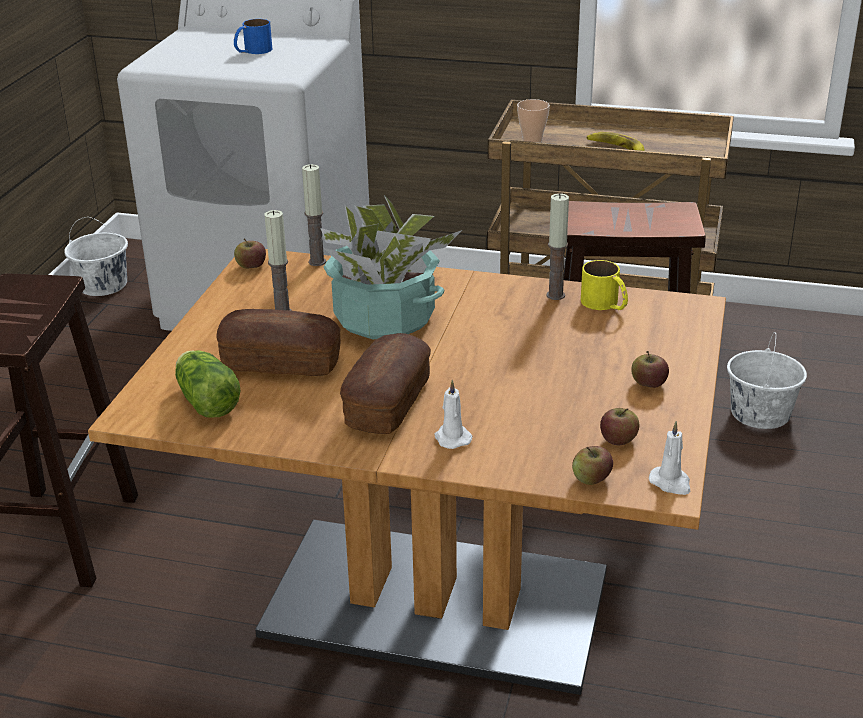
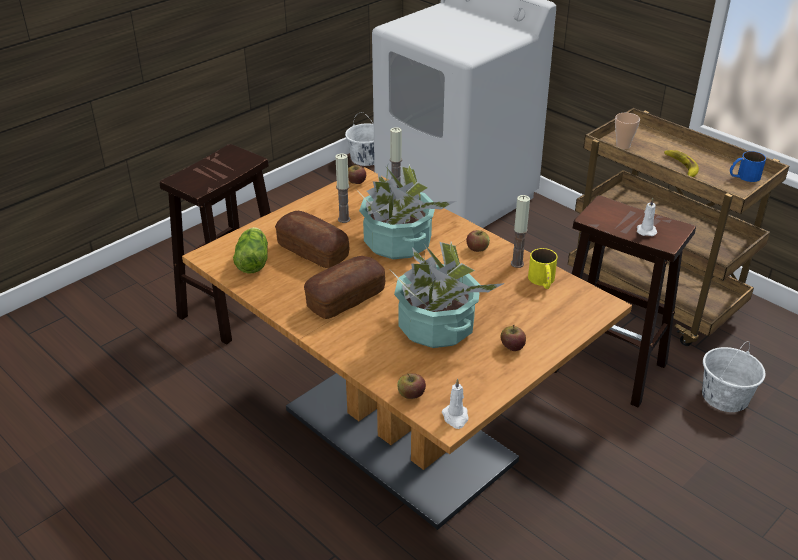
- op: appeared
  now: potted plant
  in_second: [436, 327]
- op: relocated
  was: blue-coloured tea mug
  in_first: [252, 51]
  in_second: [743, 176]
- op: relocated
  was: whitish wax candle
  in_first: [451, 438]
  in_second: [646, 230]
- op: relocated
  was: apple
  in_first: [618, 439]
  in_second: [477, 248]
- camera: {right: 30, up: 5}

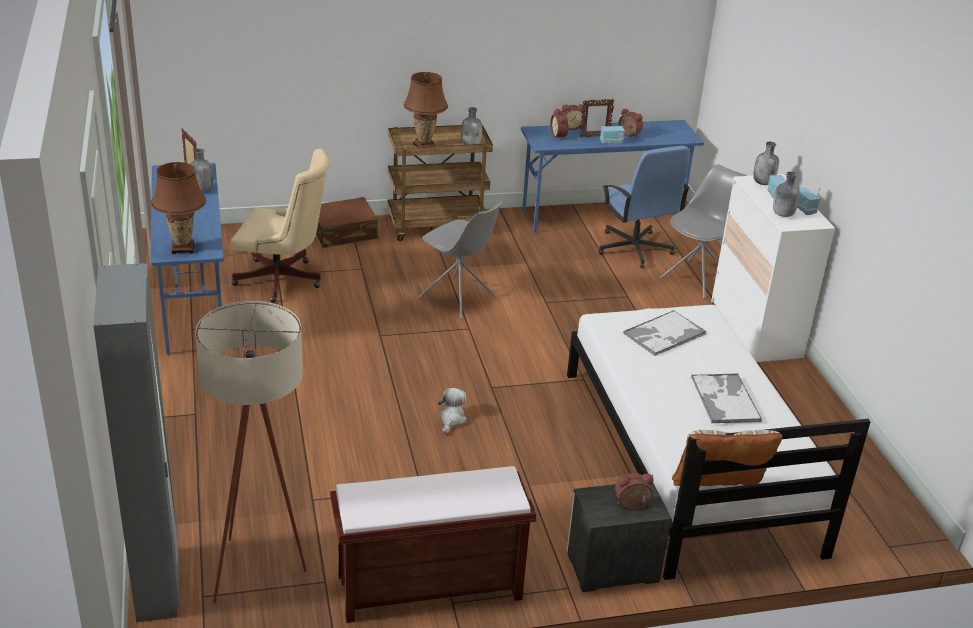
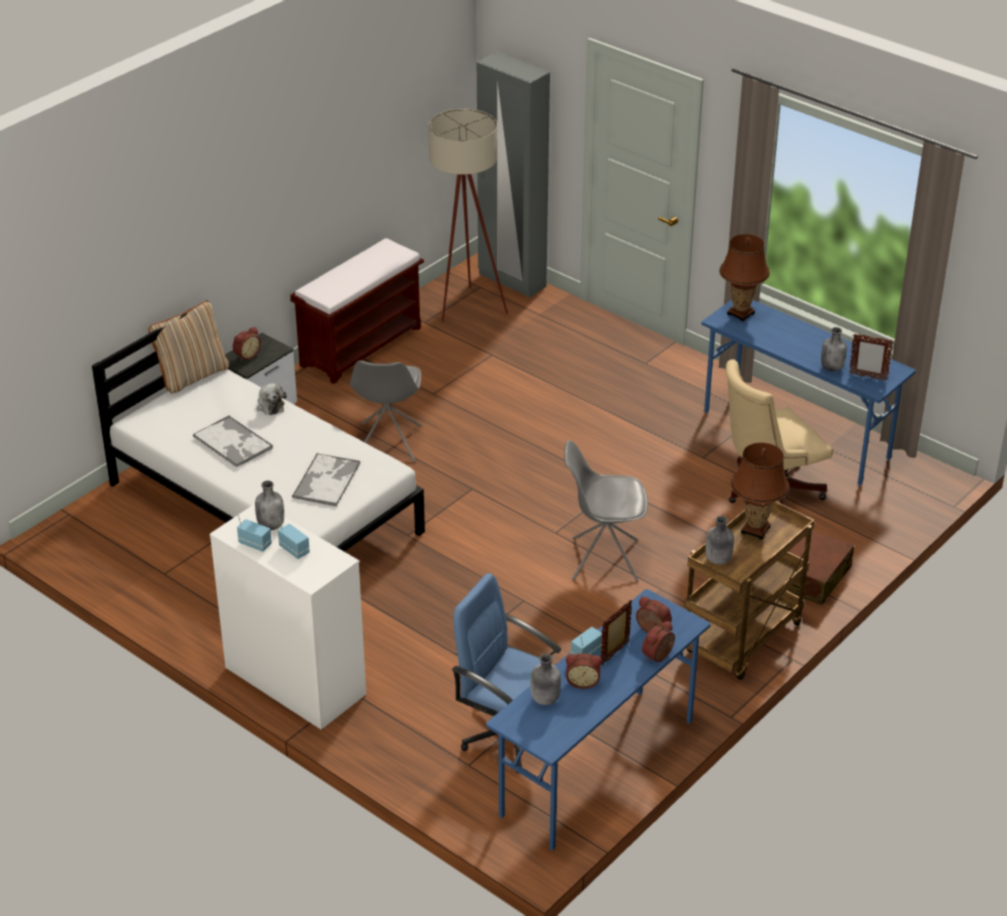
- op: relocated
  was: soft toy
  in_first: [451, 420]
  in_second: [270, 405]
- op: relocated
  was: gray upright chair
  in_first: [697, 279]
  in_second: [388, 443]
- op: relocated
  was: gray beverage bottle
  in_first: [763, 183]
  in_second: [545, 699]
- camera: {right: 145, up: 5}

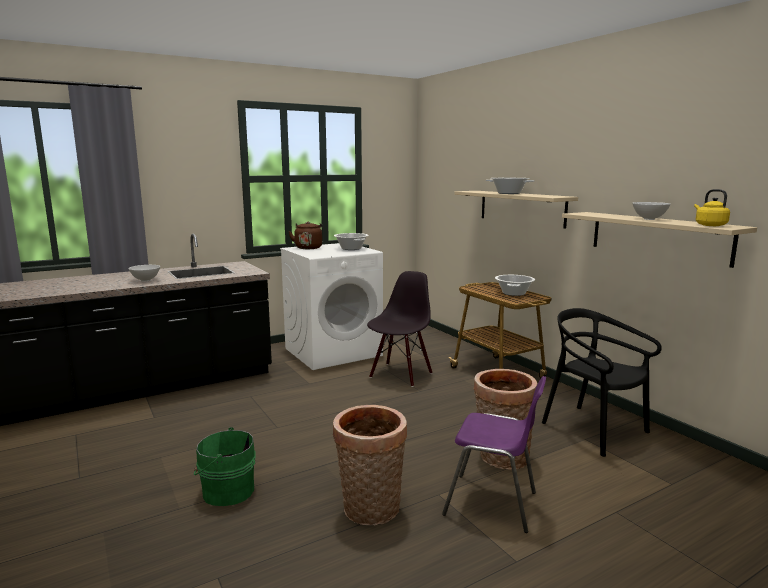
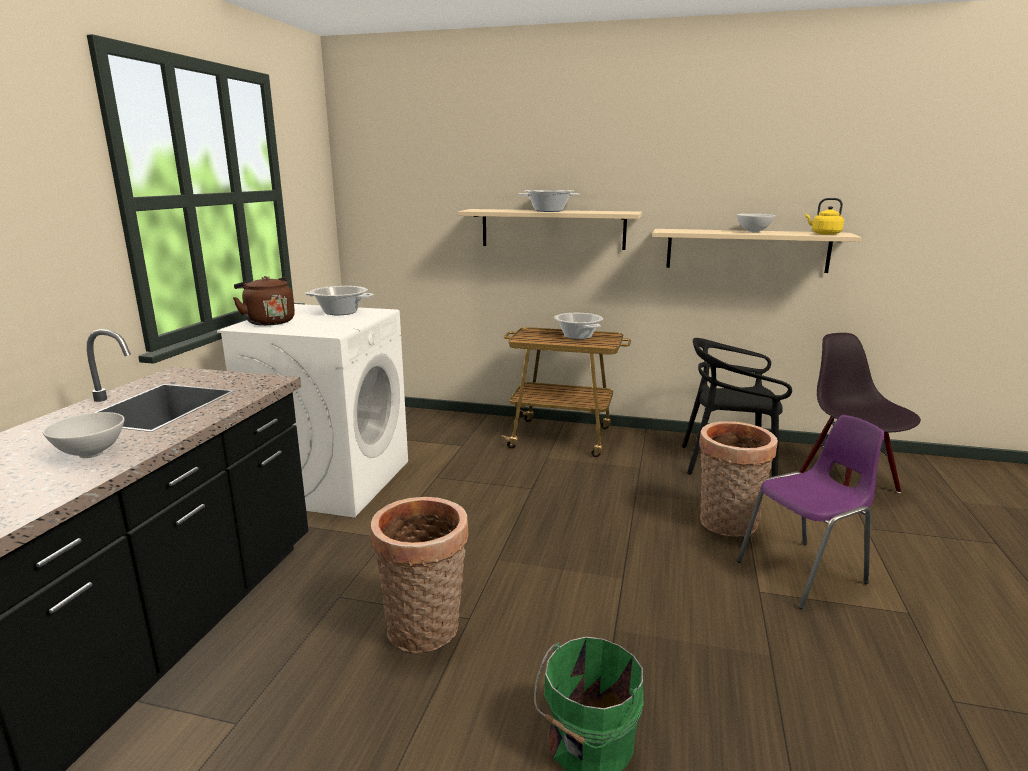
- op: relocated
  was: basket
  in_first: [370, 511]
  in_second: [425, 631]
- op: relocated
  was: black upright chair
  in_first: [400, 375]
  in_second: [848, 483]
- camera: {right: -45, up: 5}

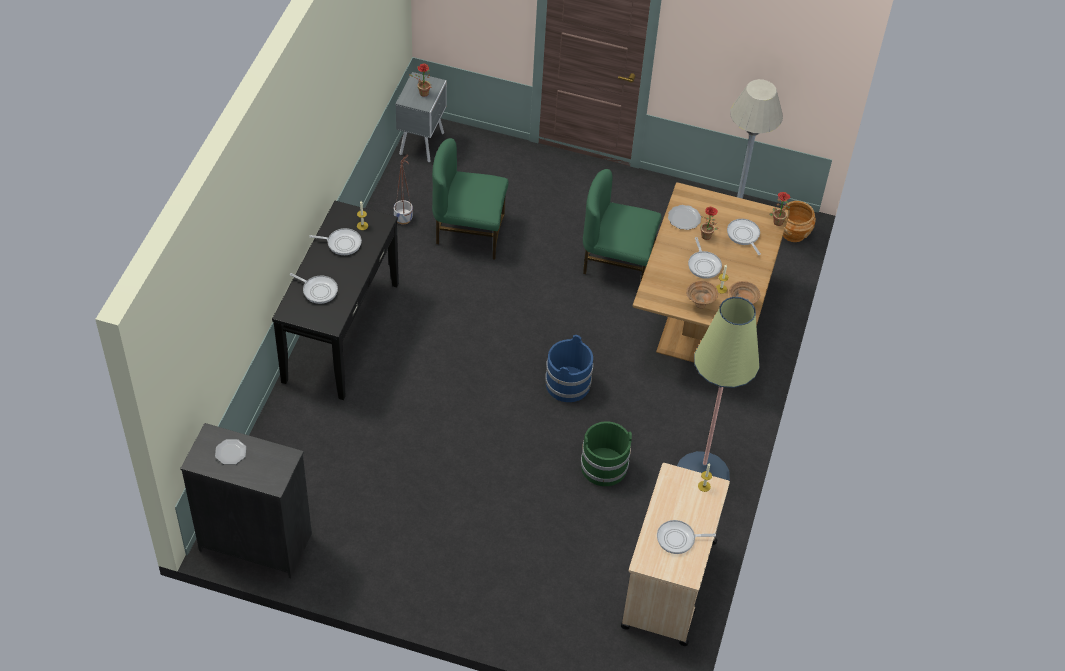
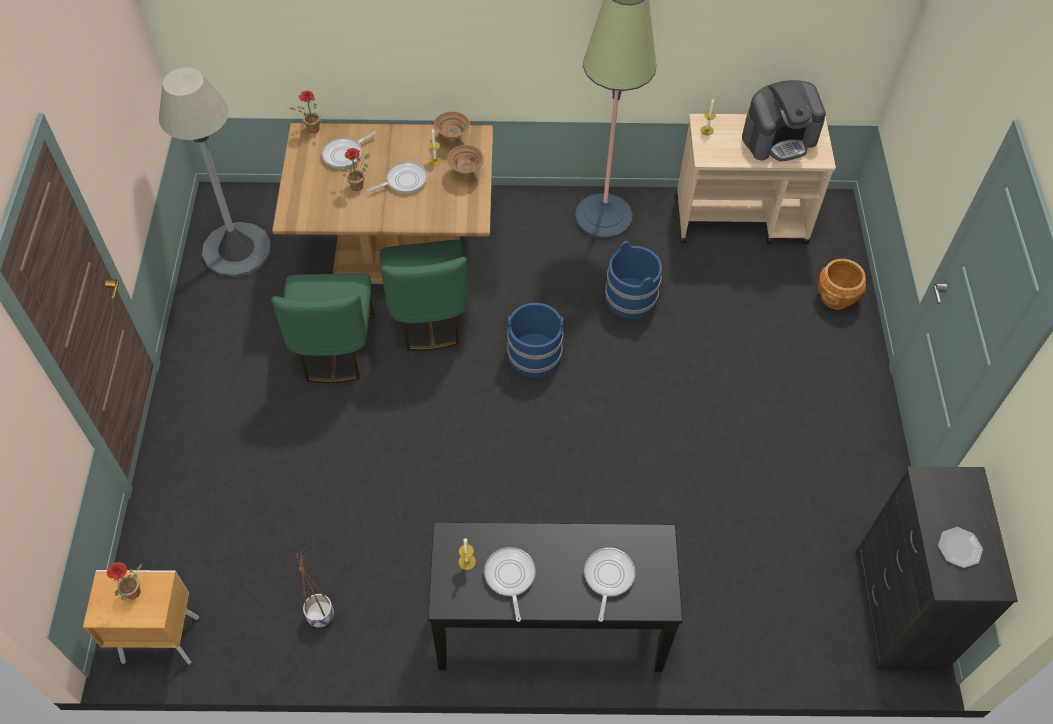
- op: missing
  was: flat dish
  in_first: [683, 218]
- op: relocated
  was: greenish upright chair
  in_first: [469, 232]
  in_second: [428, 317]
- op: relocated
  was: brown planter
  in_first: [793, 233]
  in_second: [835, 297]
- op: exchanged
  was: skillet
  now: coffee brewer
  in_first: [678, 539]
  in_second: [779, 138]
- op: colour
  was: gray bedside table
  now: brown bedside table
  in_first: [423, 143]
  in_second: [159, 638]
- op: colour
  was: greenish water bucket
  now: blue-coloured water bucket
  in_first: [603, 467]
  in_second: [631, 298]
- camera: {right: -105, up: 5}

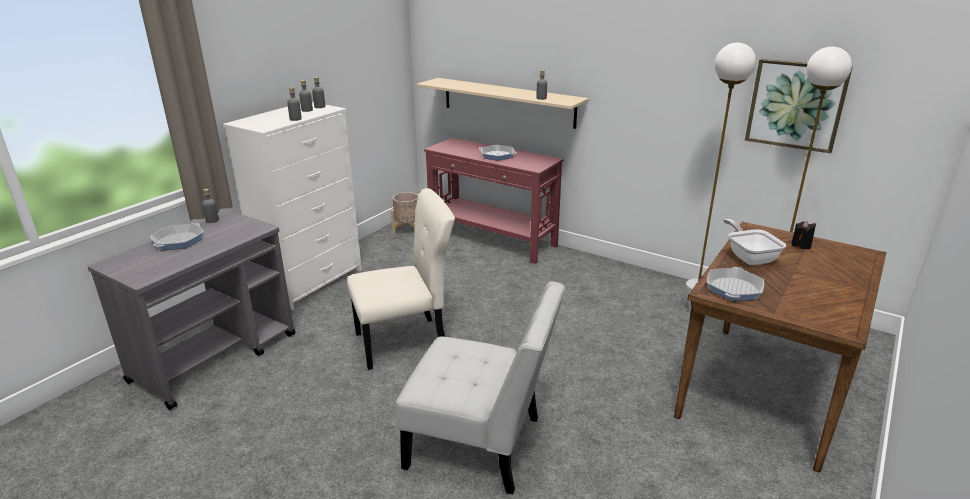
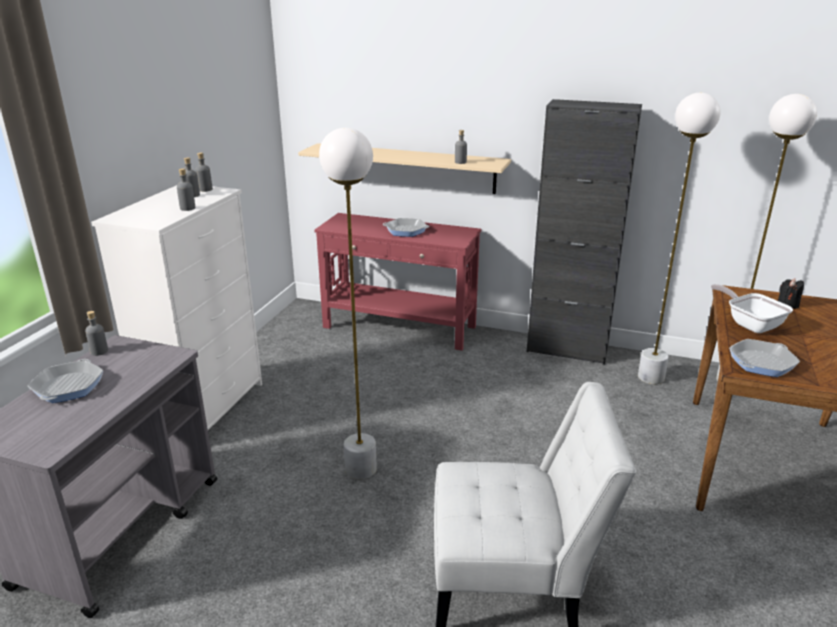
- op: missing
  was: beige-coloured planter
  in_first: [407, 231]
- op: missing
  was: wall picture
  in_first: [796, 105]
- op: appeared
  now: black storage cabinet
  in_second: [567, 350]
- op: exchanged
  was: beige-coloured upright chair
  now: whitish floor lamp
  in_first: [406, 342]
  in_second: [361, 469]
- op: spun
  was: skillet
  in_first: [733, 289]
  in_second: [761, 363]
  clockwise: -135
- camera: {right: -15, up: 0}

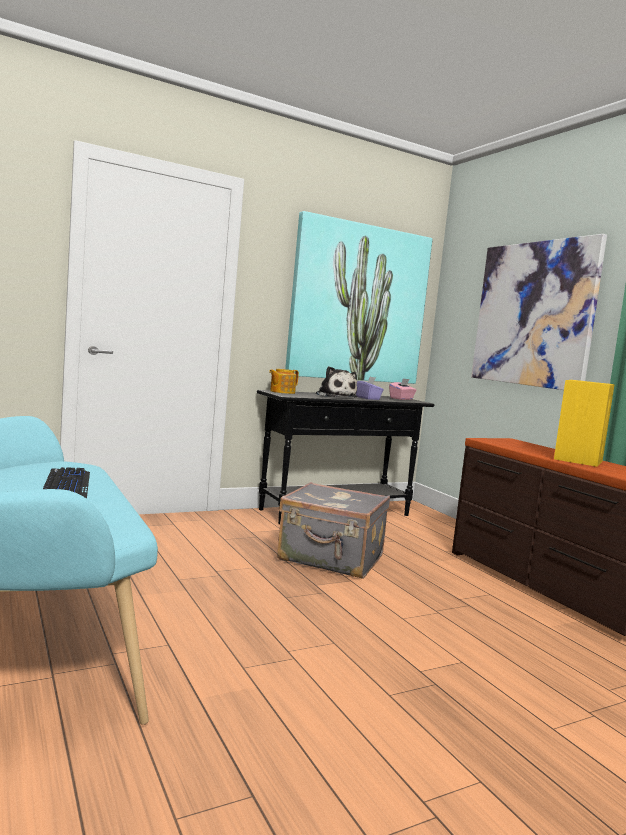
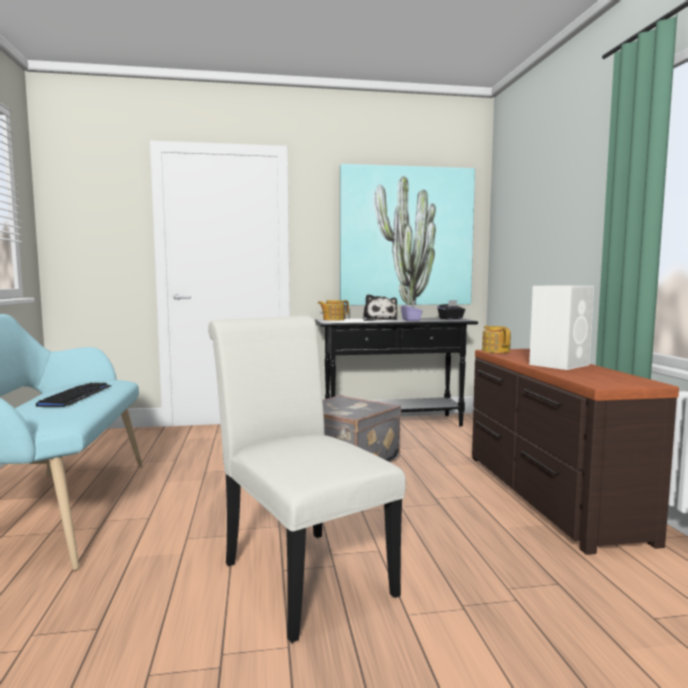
- op: missing
  was: wall picture
  in_first: [533, 314]
- op: appeared
  now: whitish upright chair
  in_second: [301, 573]
- op: appeared
  now: tea pot
  in_second: [495, 351]
- op: colour
  was: pink box of tissues
  now: black box of tissues
  in_first: [401, 399]
  in_second: [451, 319]
- op: colour
  was: yellow loudspeaker
  now: whitish loudspeaker
  in_first: [578, 460]
  in_second: [560, 364]
- camera: {right: 20, up: 0}

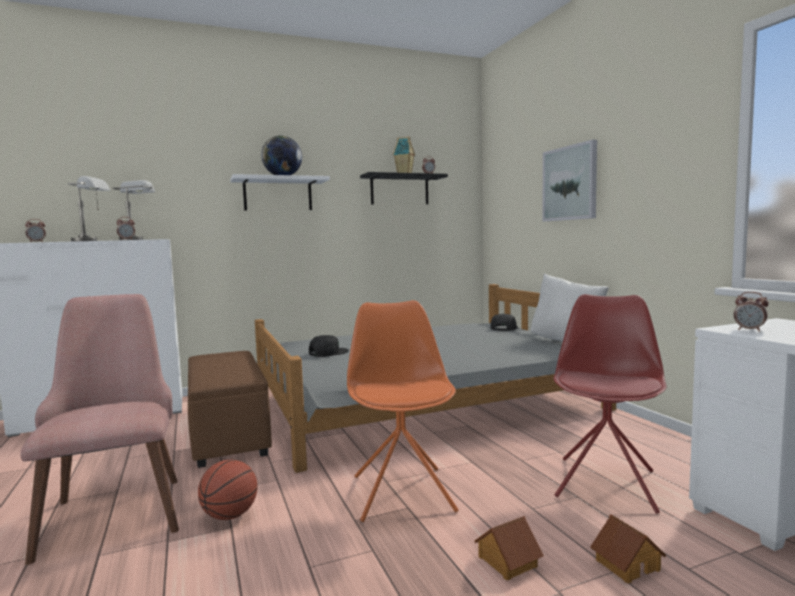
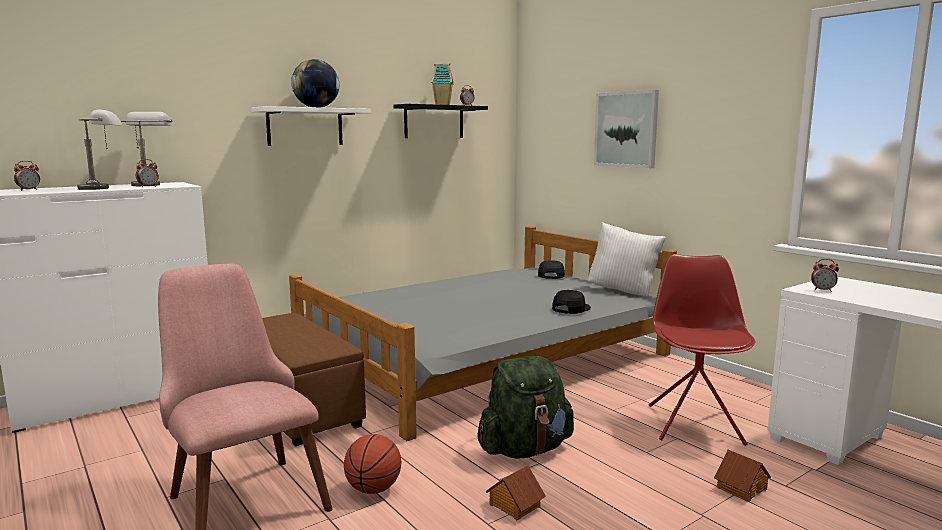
- op: relocated
  was: black baseball cap
  in_first: [328, 352]
  in_second: [571, 308]
- op: relocated
  was: toy house
  in_first: [507, 561]
  in_second: [514, 505]
- op: exchanged
  was: orange-coloured upright chair
  now: greenish rucksack
  in_first: [402, 492]
  in_second: [525, 449]
- camera: {right: -15, up: 5}

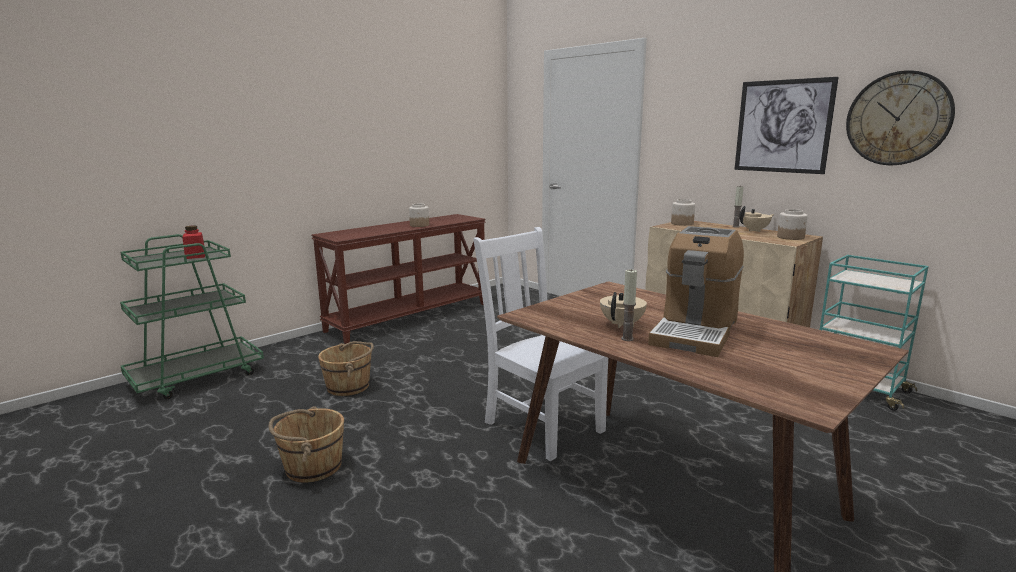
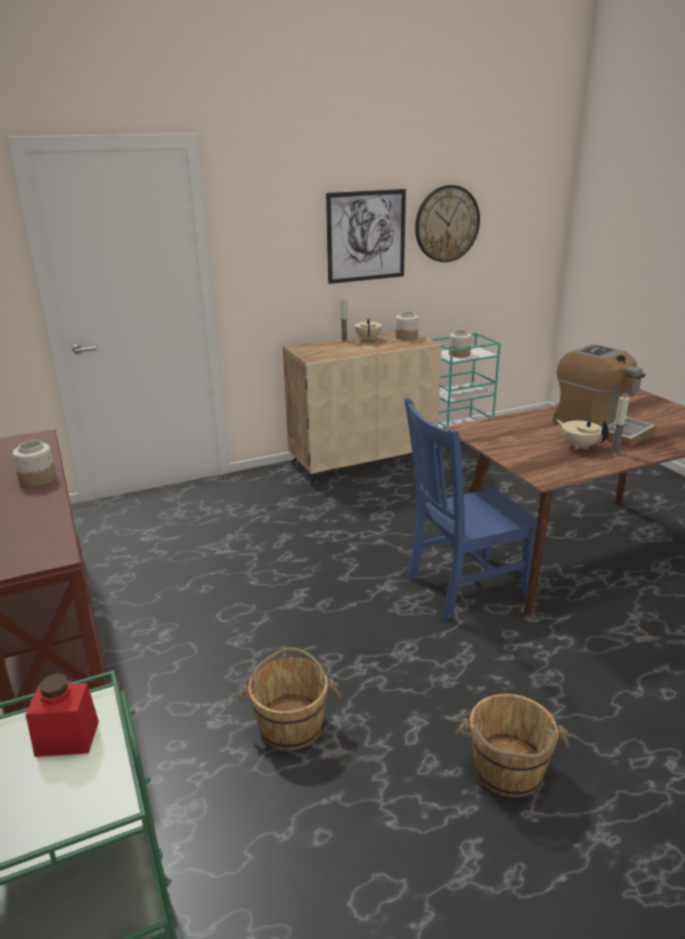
- op: relocated
  was: jar
  in_first: [682, 223]
  in_second: [459, 354]
- op: colour
  was: whitish upright chair
  now: blue-coloured upright chair
  in_first: [541, 425]
  in_second: [463, 586]
- camera: {right: -70, up: 10}

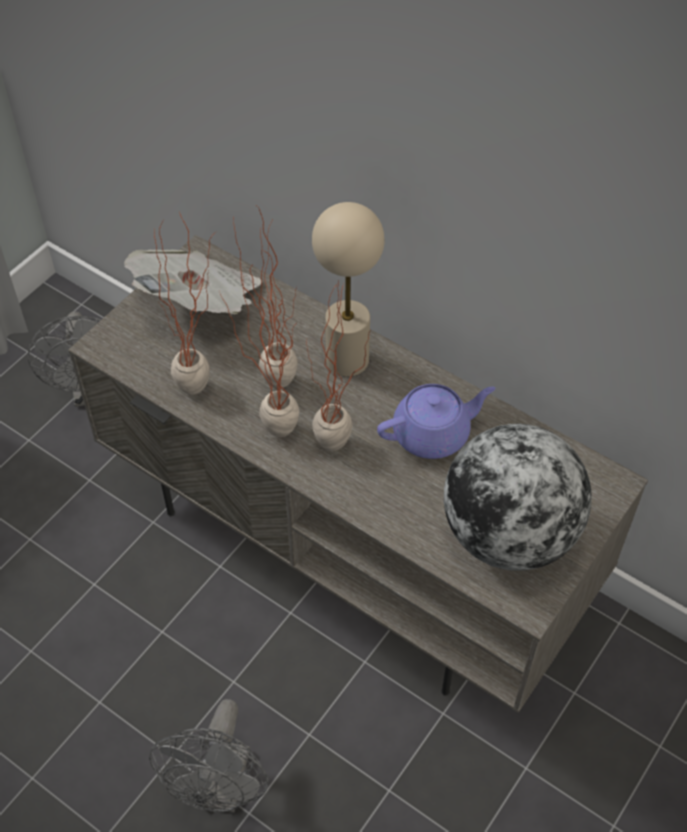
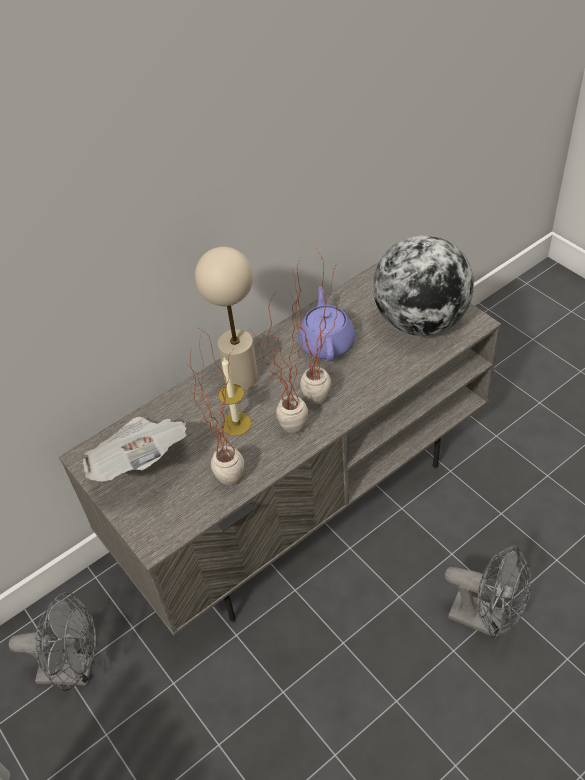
- op: exchanged
  was: potted plant
  now: wax candle
  in_first: [274, 373]
  in_second: [236, 424]
- camera: {right: -70, up: -5}

